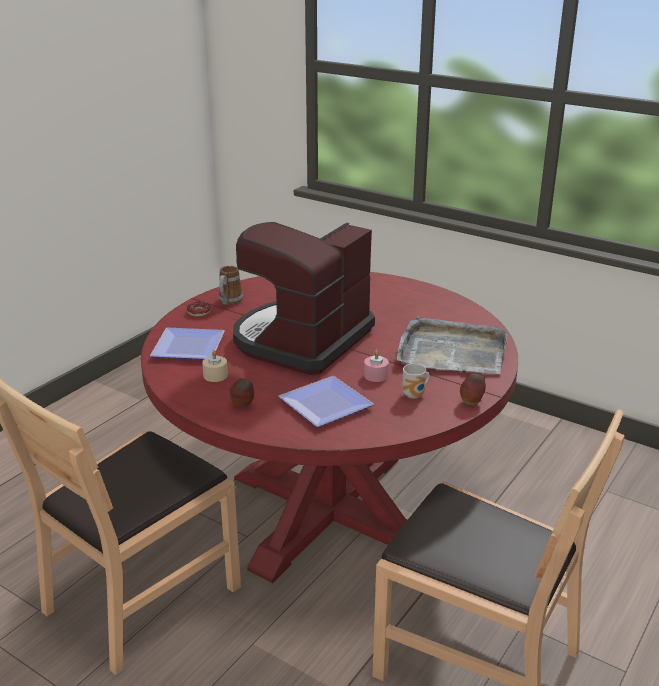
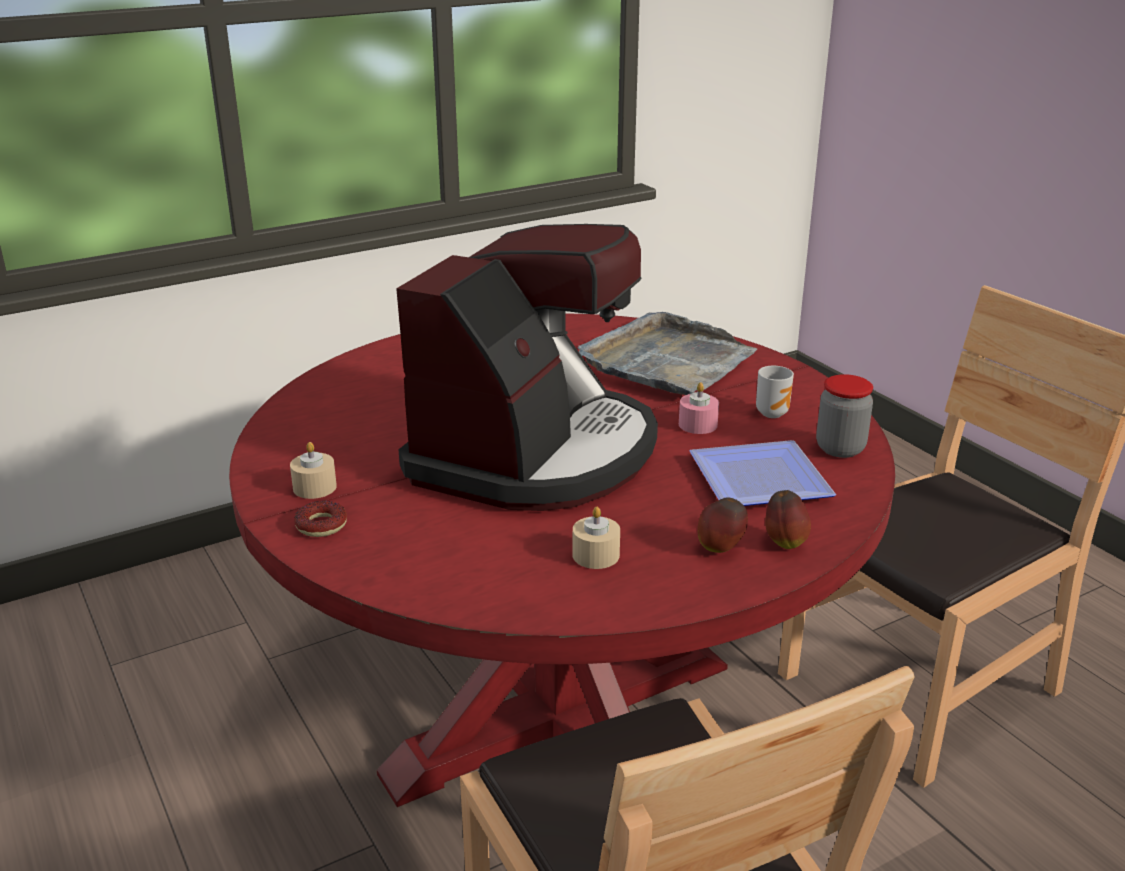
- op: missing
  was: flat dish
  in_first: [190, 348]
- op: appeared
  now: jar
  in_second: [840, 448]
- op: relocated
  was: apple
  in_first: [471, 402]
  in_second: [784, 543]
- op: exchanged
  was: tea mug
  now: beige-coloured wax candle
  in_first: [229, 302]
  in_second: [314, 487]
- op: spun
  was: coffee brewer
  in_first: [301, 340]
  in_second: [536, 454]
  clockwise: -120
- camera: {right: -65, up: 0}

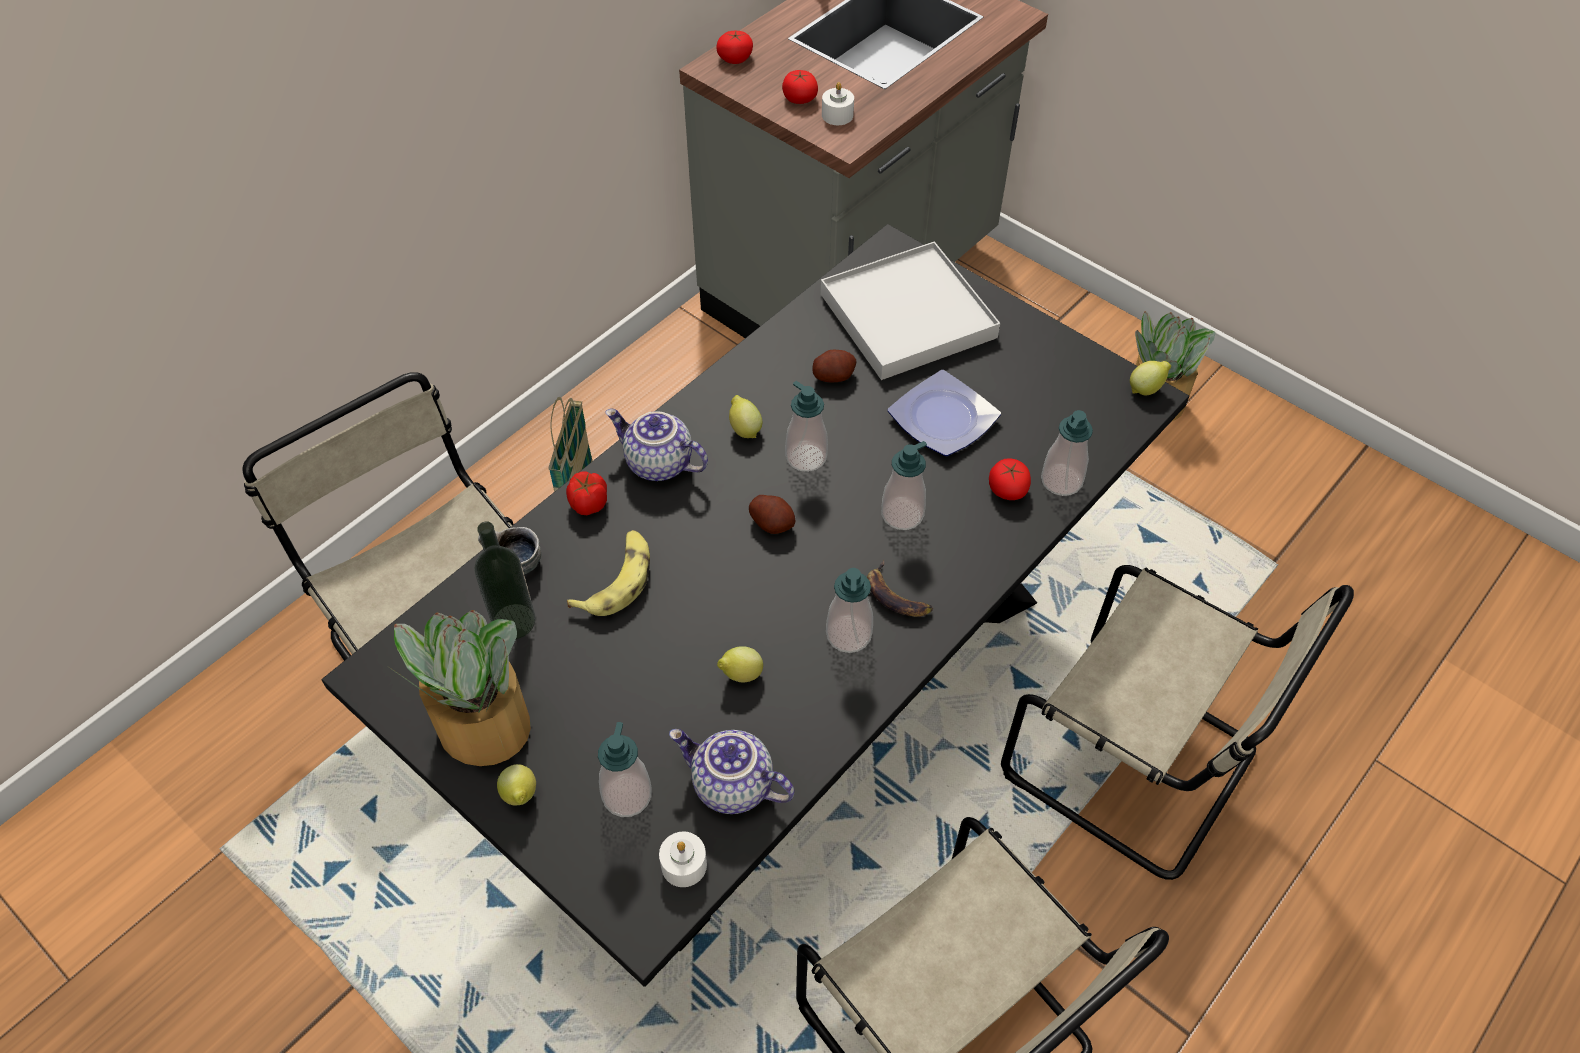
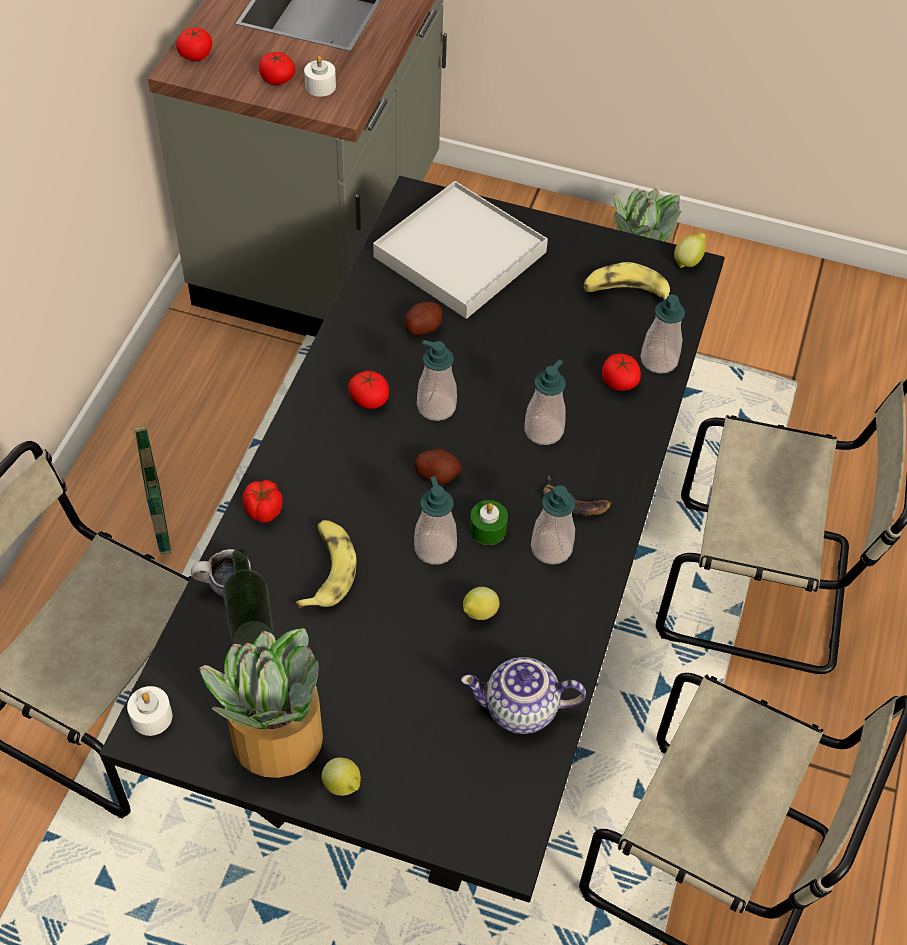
- op: missing
  was: tea pot
  in_first: [657, 464]
- op: missing
  was: flat dish
  in_first: [943, 420]
- op: appeared
  now: greenish wax candle
  in_second: [487, 529]
- op: appeared
  now: banana fruit
  in_second: [625, 293]
- op: relocated
  was: soap dispenser
  in_first: [627, 795]
  in_second: [435, 548]
- op: relocated
  was: whitish wax candle
  in_first: [684, 865]
  in_second: [151, 717]
- op: exchanged
  was: whole lemon
  now: fresh tomato
  in_first: [744, 429]
  in_second: [369, 399]
- camera: {right: -25, up: 0}

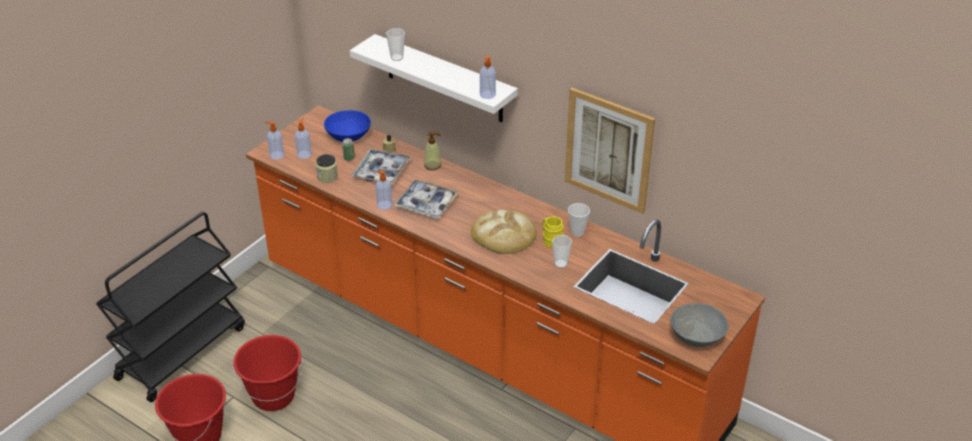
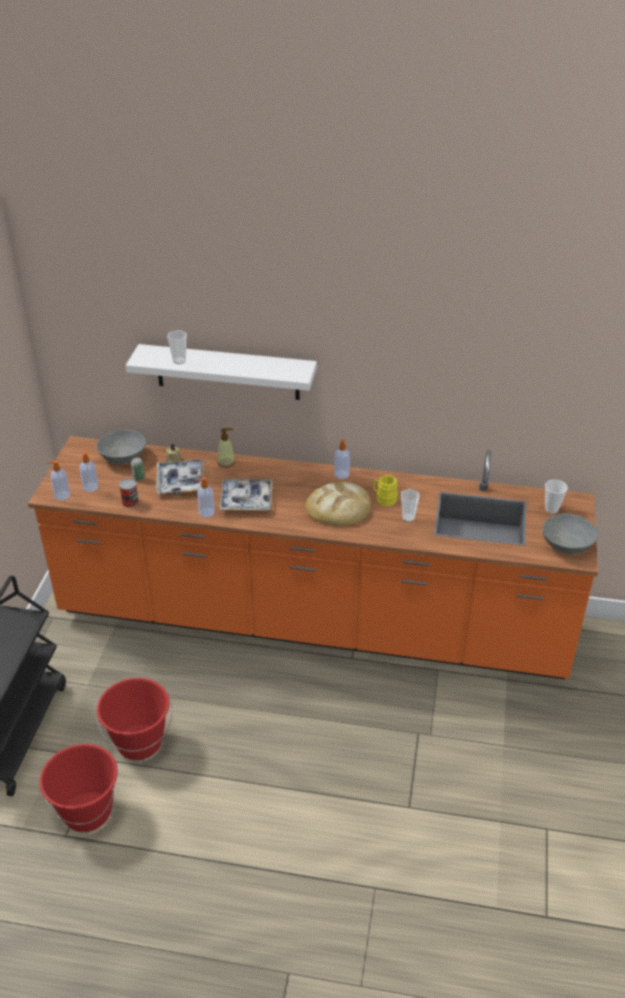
- op: missing
  was: wall picture
  in_first: [608, 150]
- op: relocated
  was: soap dispenser
  in_first: [487, 95]
  in_second: [342, 475]
- op: relocated
  was: small cup
  in_first: [577, 232]
  in_second: [551, 509]
- op: exchanged
  was: jar
  now: sealed can
  in_first: [327, 177]
  in_second: [130, 502]
- op: colour
  was: blue-coloured bowl
  now: gray bowl
  in_first: [348, 136]
  in_second: [123, 457]
- camera: {right: -25, up: 0}

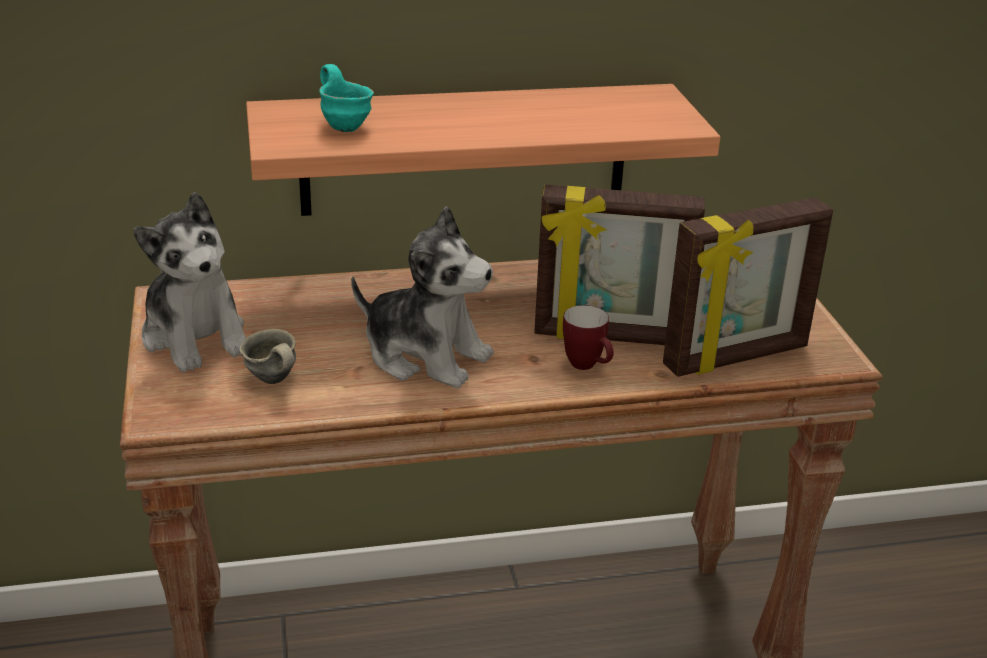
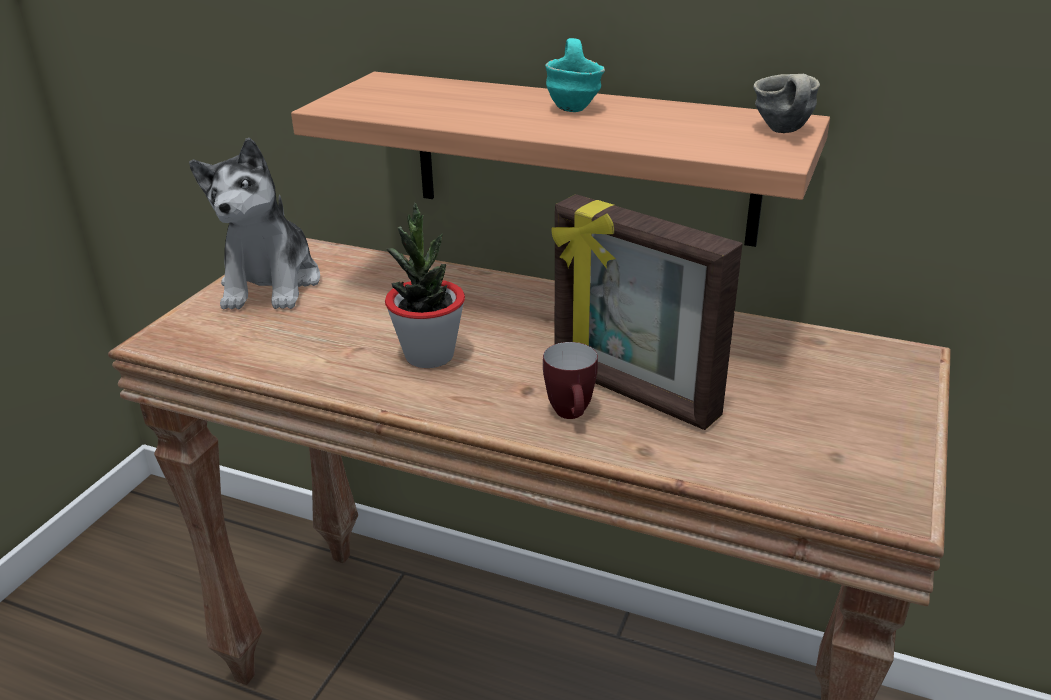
- op: missing
  was: photo frame
  in_first: [737, 358]
- op: relocated
  was: gray tea mug
  in_first: [271, 382]
  in_second: [780, 132]
- op: relocated
  was: blue-green tea mug
  in_first: [346, 126]
  in_second: [576, 107]
- op: exchanged
  was: soft toy
  now: potted plant
  in_first: [426, 356]
  in_second: [429, 355]
- camera: {right: 35, up: 0}

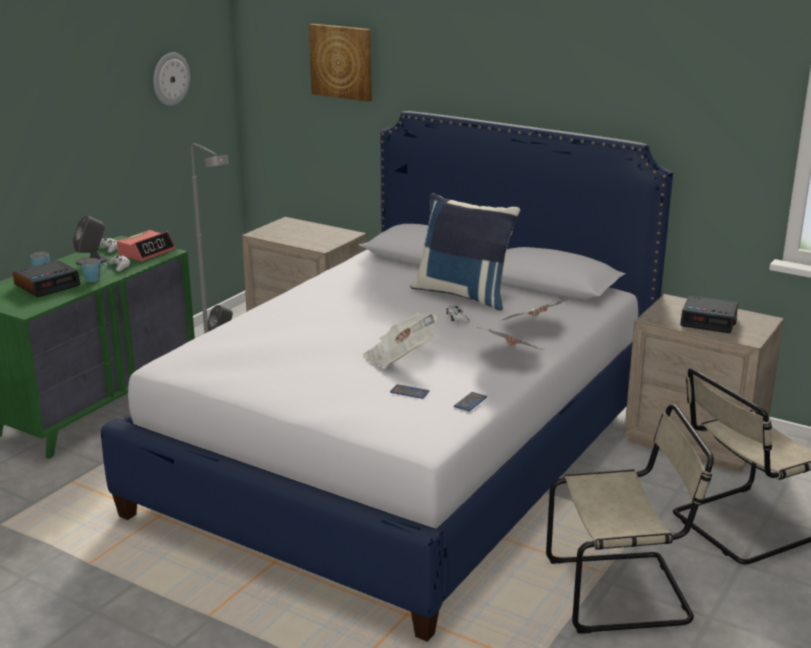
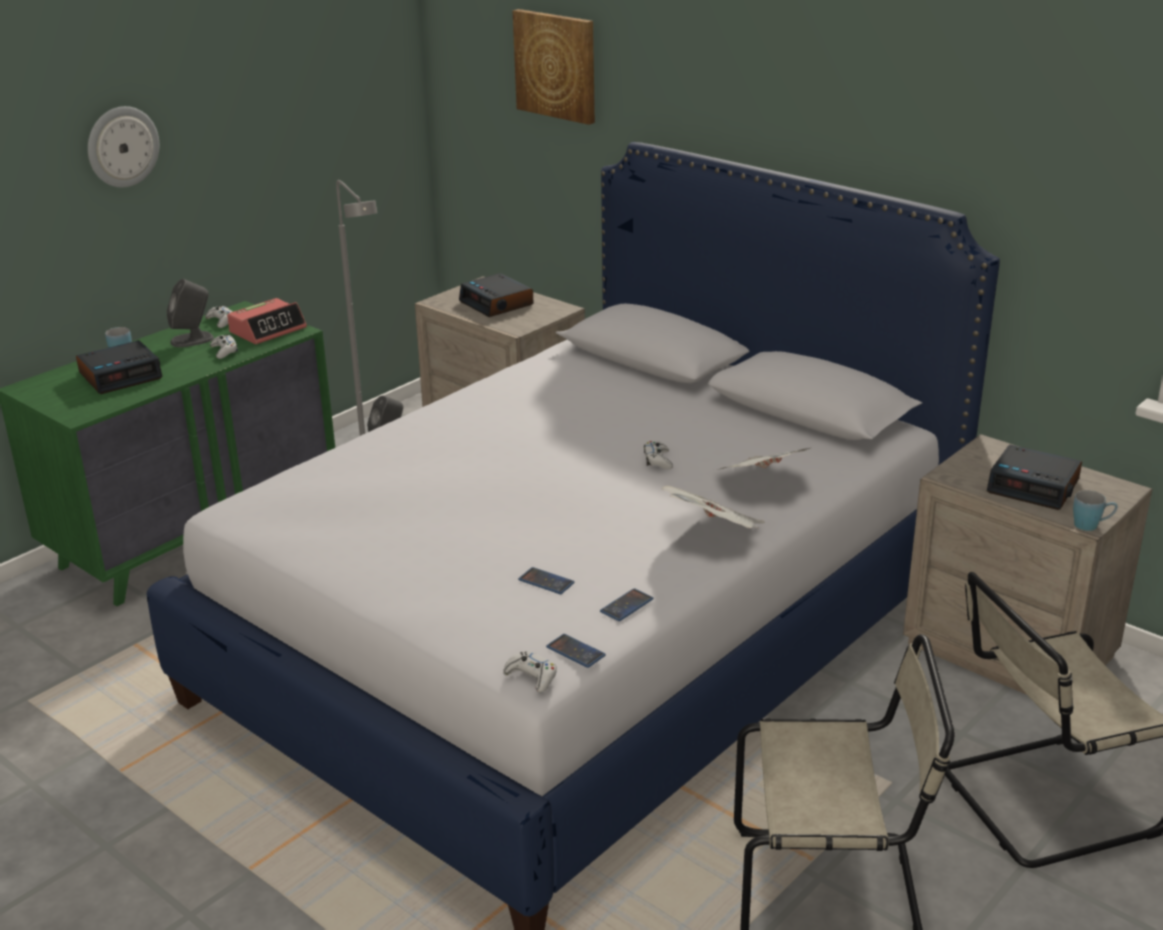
- op: missing
  was: newspaper
  in_first: [400, 357]
- op: missing
  was: blue-coloured throw pillow
  in_first: [464, 294]
- op: appeared
  now: alarm clock
  in_second: [497, 303]
- op: appeared
  now: whitish game controller
  in_second: [531, 677]
- op: appeared
  now: telephone
  in_second: [575, 651]
- op: relocated
  was: blue-coloured tea mug
  in_first: [96, 279]
  in_second: [1091, 525]
- op: relocated
  was: hanging clock
  in_first: [170, 79]
  in_second: [122, 146]
- camera: {right: 10, up: 5}

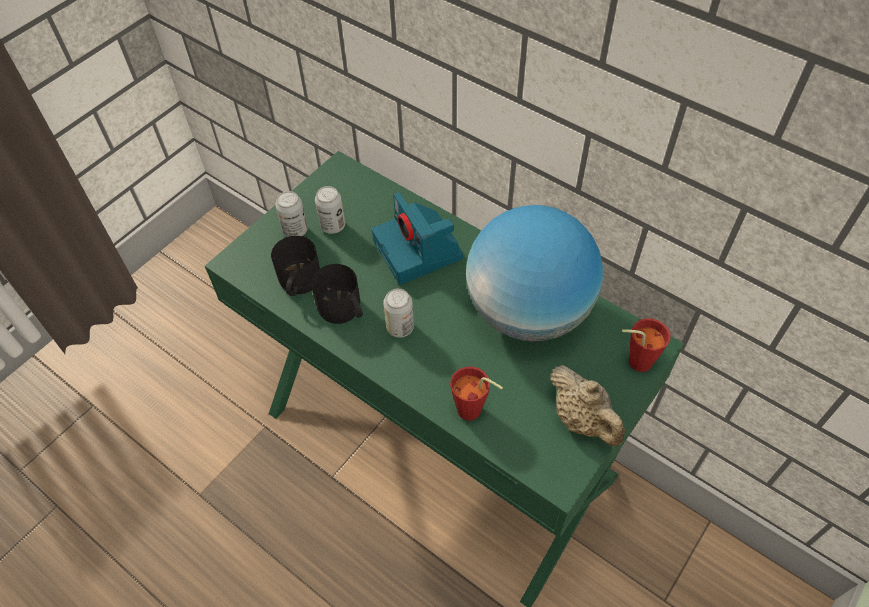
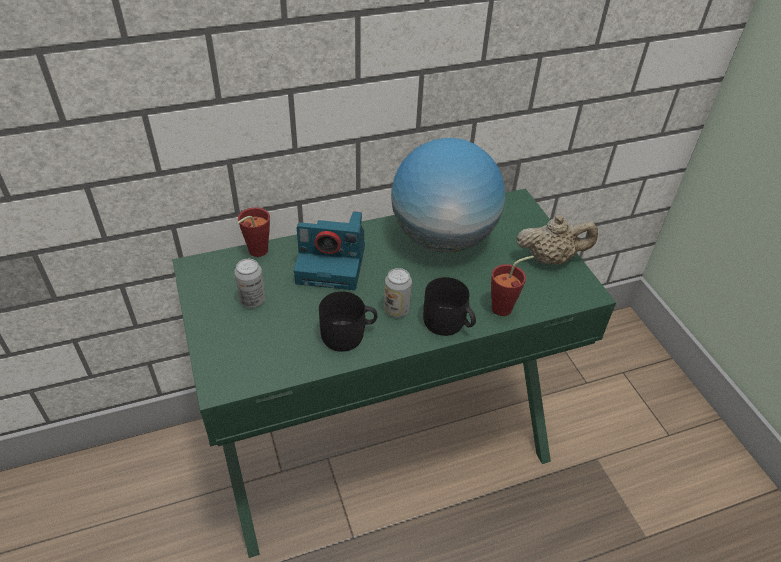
- op: missing
  was: sealed can
  in_first: [295, 230]
- op: relocated
  was: black tea mug
  in_first: [298, 283]
  in_second: [448, 324]
- op: relocated
  was: red small cup
  in_first: [634, 361]
  in_second: [255, 252]
- camera: {right: -60, up: -10}

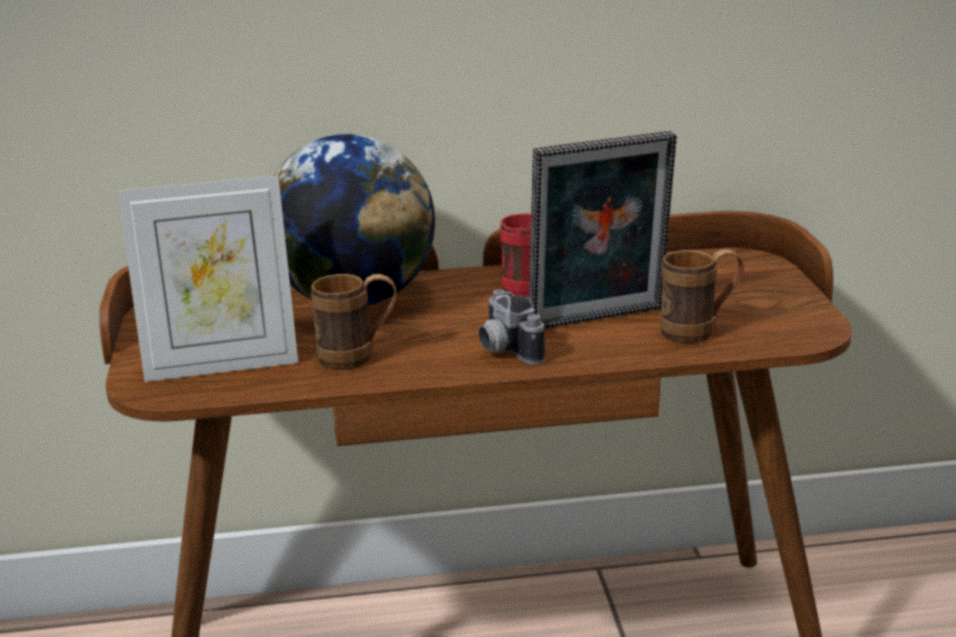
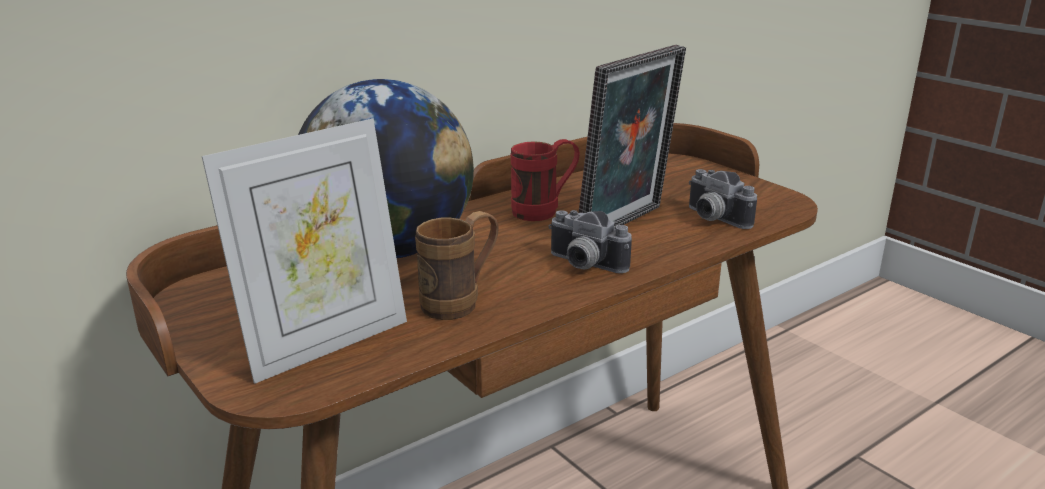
- op: exchanged
  was: brown tea mug
  now: photo camera
  in_first: [699, 331]
  in_second: [712, 219]
- camera: {right: -30, up: 0}

